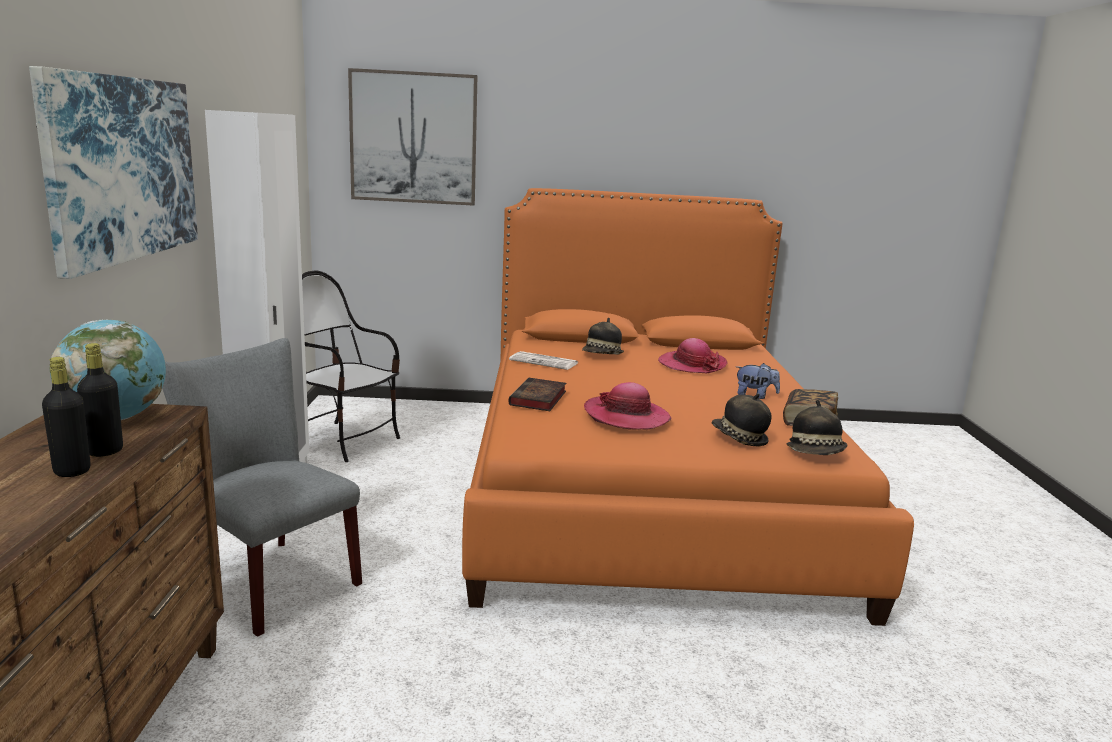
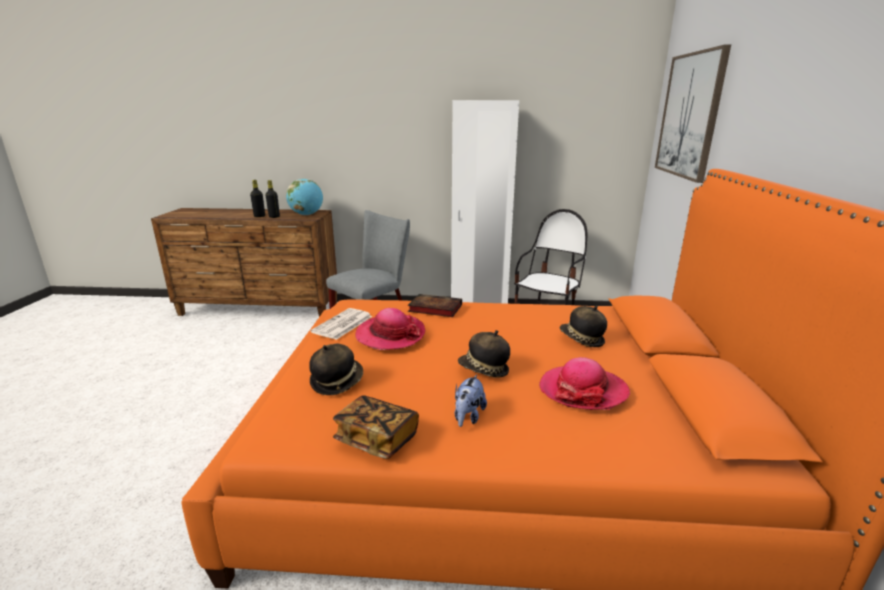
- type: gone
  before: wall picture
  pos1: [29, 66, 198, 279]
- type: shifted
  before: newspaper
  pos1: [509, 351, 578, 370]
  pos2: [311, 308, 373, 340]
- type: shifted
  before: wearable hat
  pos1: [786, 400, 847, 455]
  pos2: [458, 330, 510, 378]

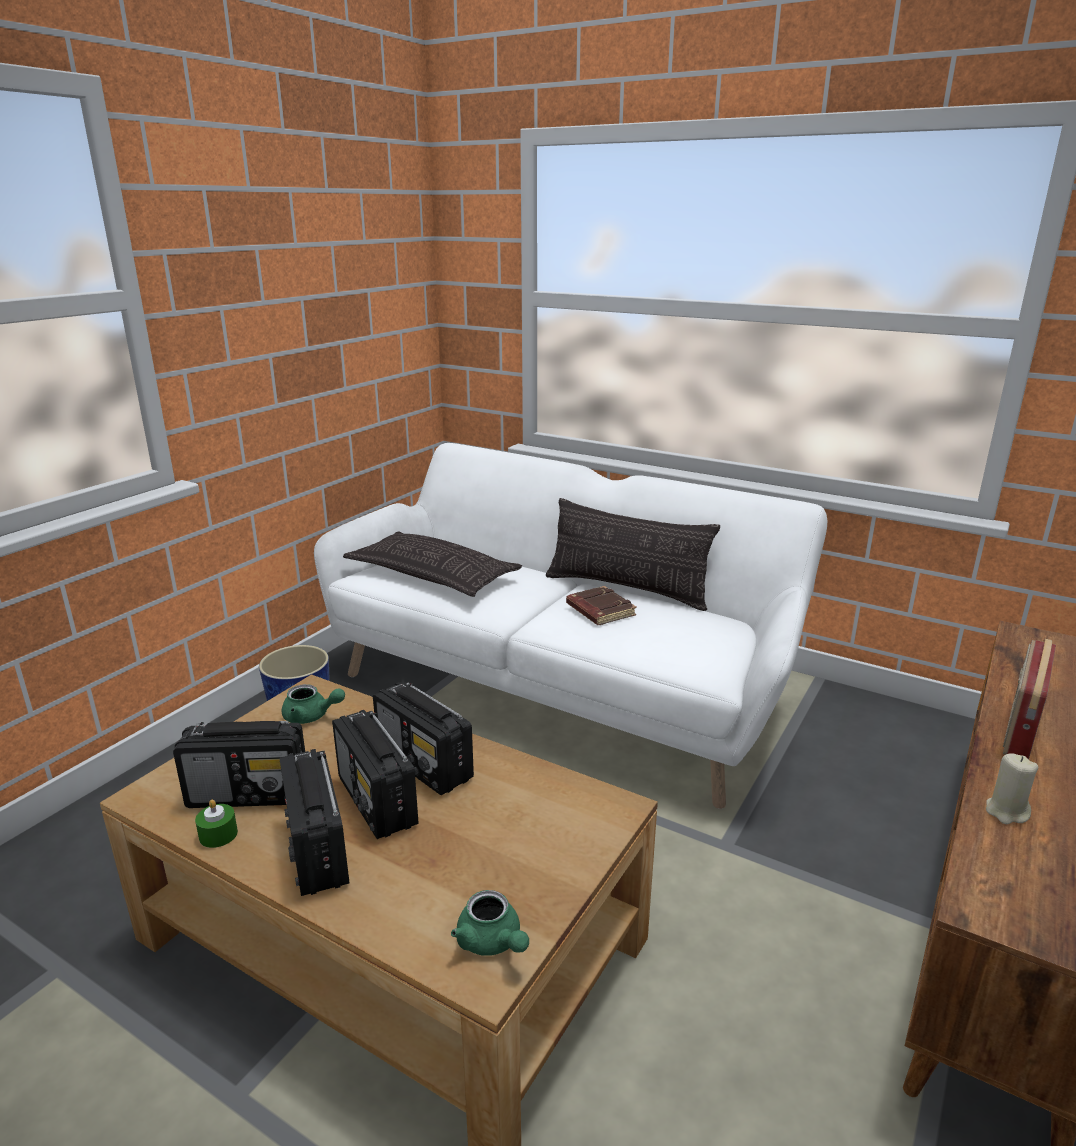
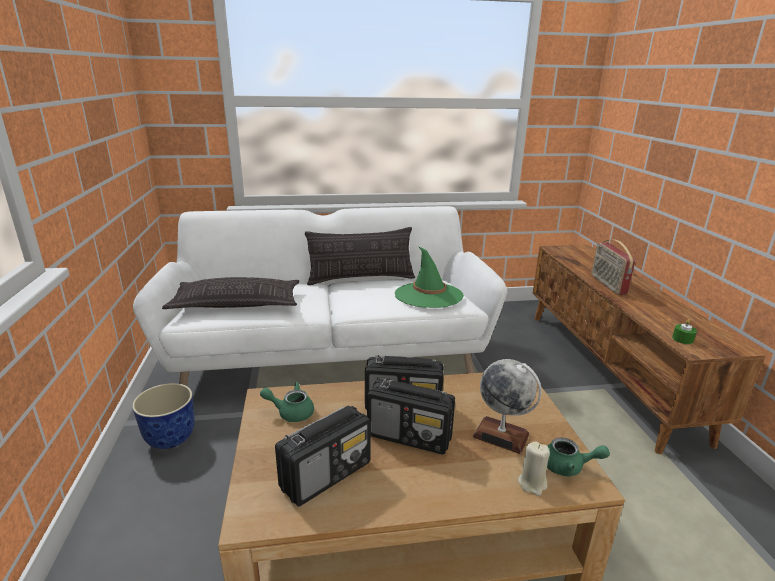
- type: gone
  before: brownish bound book
  pos1: [566, 586, 637, 625]
- type: rotated
  before: green pot for tea
  pos1: [281, 684, 345, 724]
  pos2: [260, 382, 314, 422]
  turn: -150
- type: gone
  before: radio receiver
  pos1: [279, 749, 349, 896]
- type: shifted
  before: beige wax light
  pos1: [986, 753, 1038, 824]
  pos2: [518, 441, 550, 496]
- type: shifted
  before: green wax light
  pos1: [195, 799, 238, 848]
  pos2: [672, 319, 697, 344]
- type: new
  after: green wearable hat
  pos2: [395, 246, 464, 308]
- type: new
  after: desk globe
  pos2: [473, 359, 542, 454]

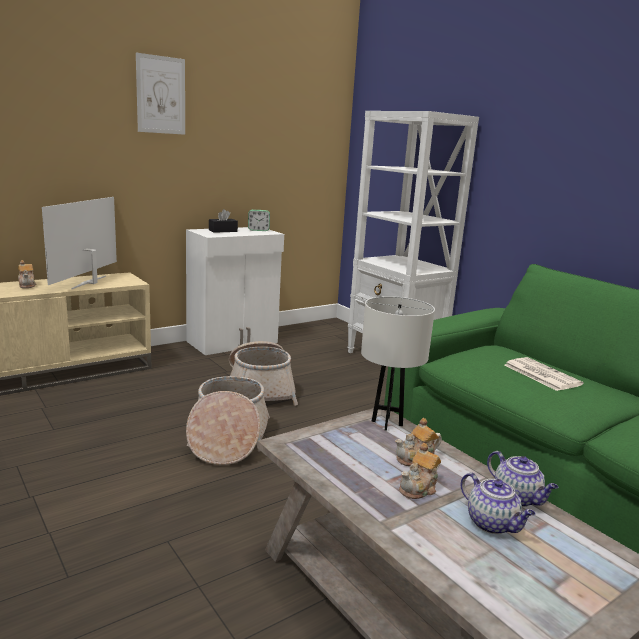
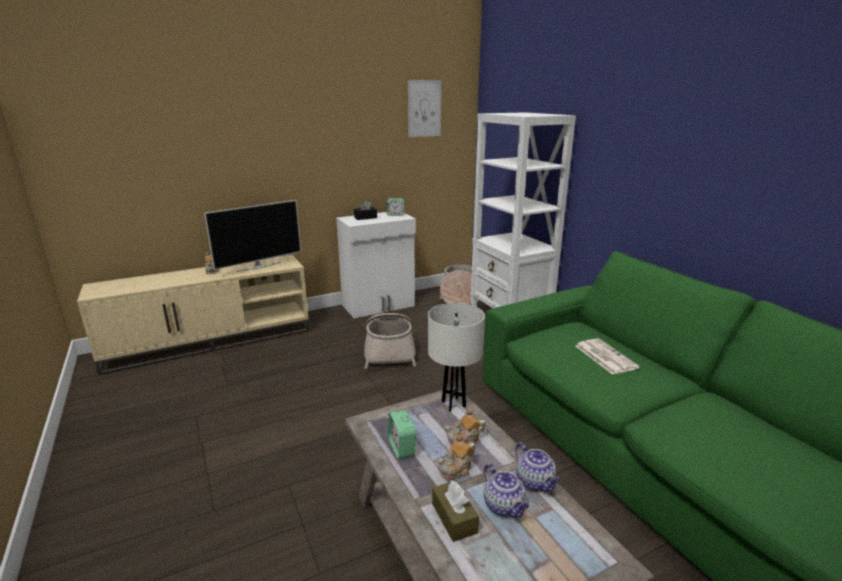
- type: shifted
  before: wall picture
  pos1: [136, 52, 185, 135]
  pos2: [408, 80, 441, 137]
- type: rotated
  before: TV set
  pos1: [42, 197, 117, 289]
  pos2: [204, 200, 301, 272]
  turn: -150
- type: shifted
  before: basket
  pos1: [186, 376, 270, 465]
  pos2: [440, 265, 479, 304]
- type: new
  after: alarm clock
  pos2: [388, 410, 416, 459]
- type: new
  after: brownish tissue holder
  pos2: [432, 480, 479, 542]

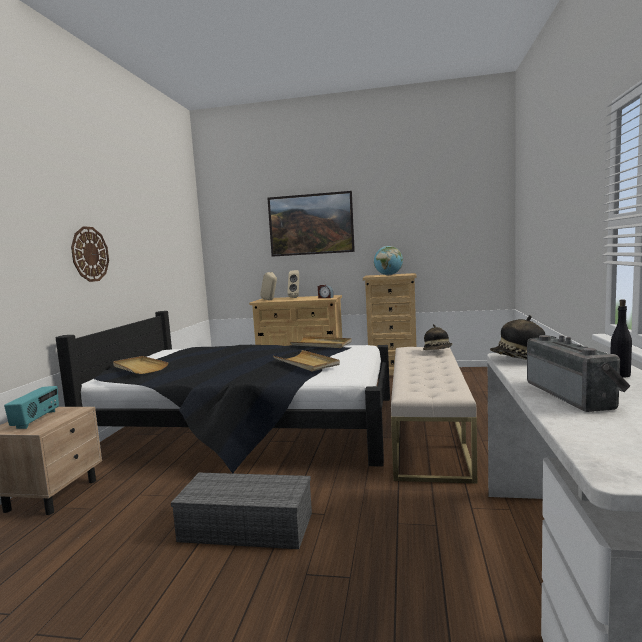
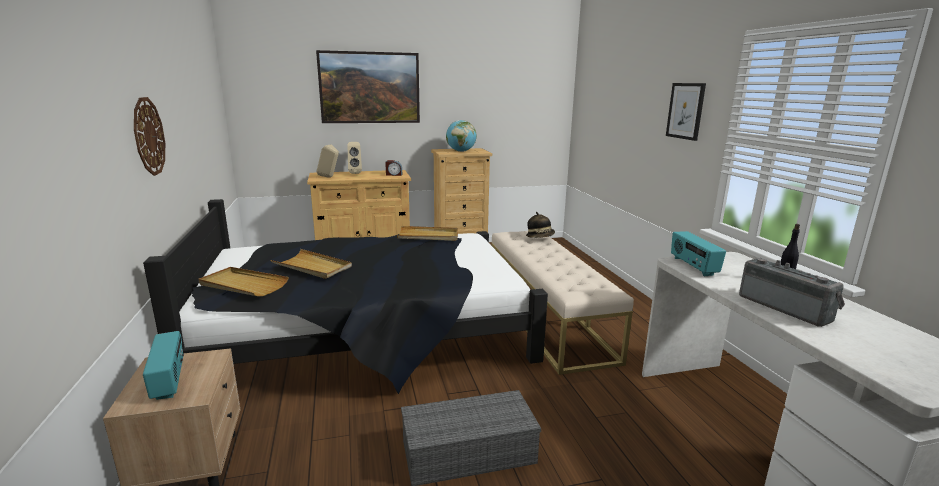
- type: swapped
  before: wearable hat
  after: radio receiver
  pos1: [490, 315, 545, 360]
  pos2: [671, 231, 726, 276]
- type: shifted
  before: beige tray
  pos1: [273, 350, 340, 372]
  pos2: [270, 249, 352, 279]
- type: new
  after: wall picture
  pos2: [666, 83, 706, 141]

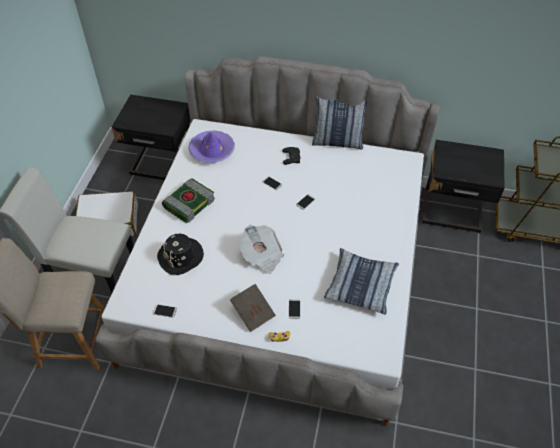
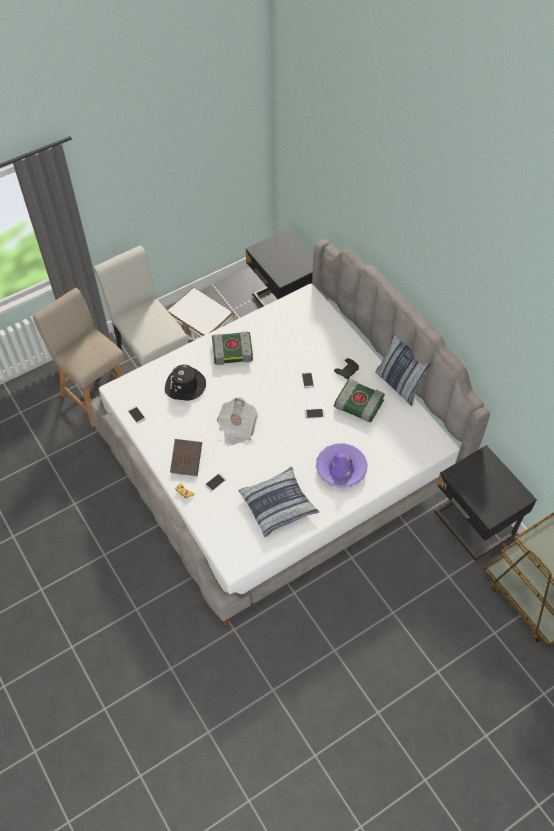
- type: shifted
  before: purple wearable hat
  pos1: [188, 130, 235, 163]
  pos2: [316, 443, 368, 488]
- type: new
  after: bound book
  pos2: [334, 379, 385, 422]

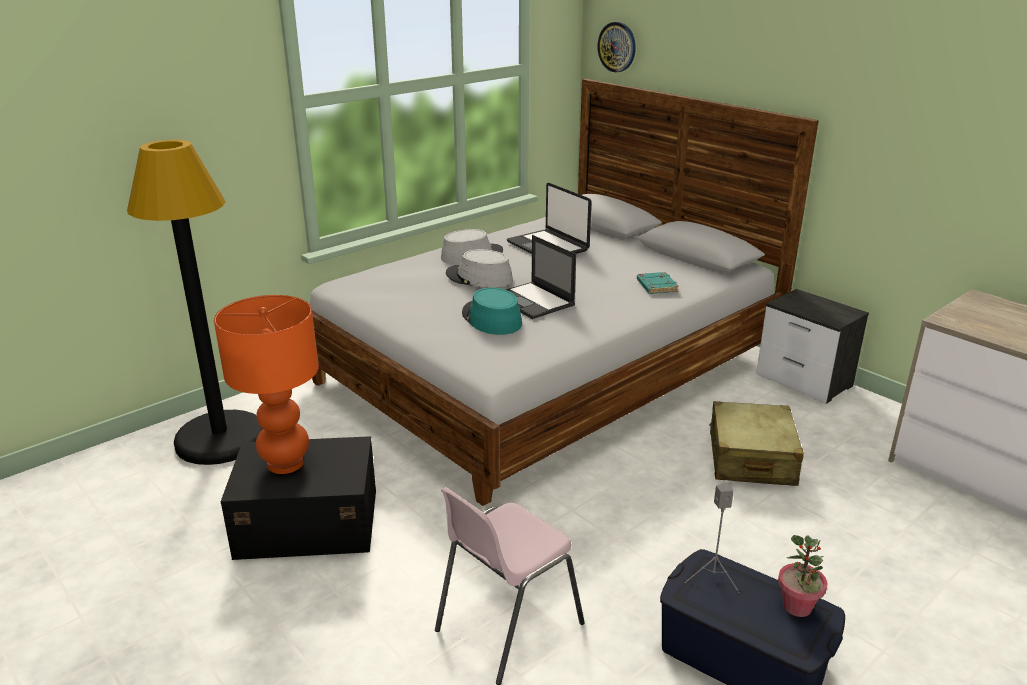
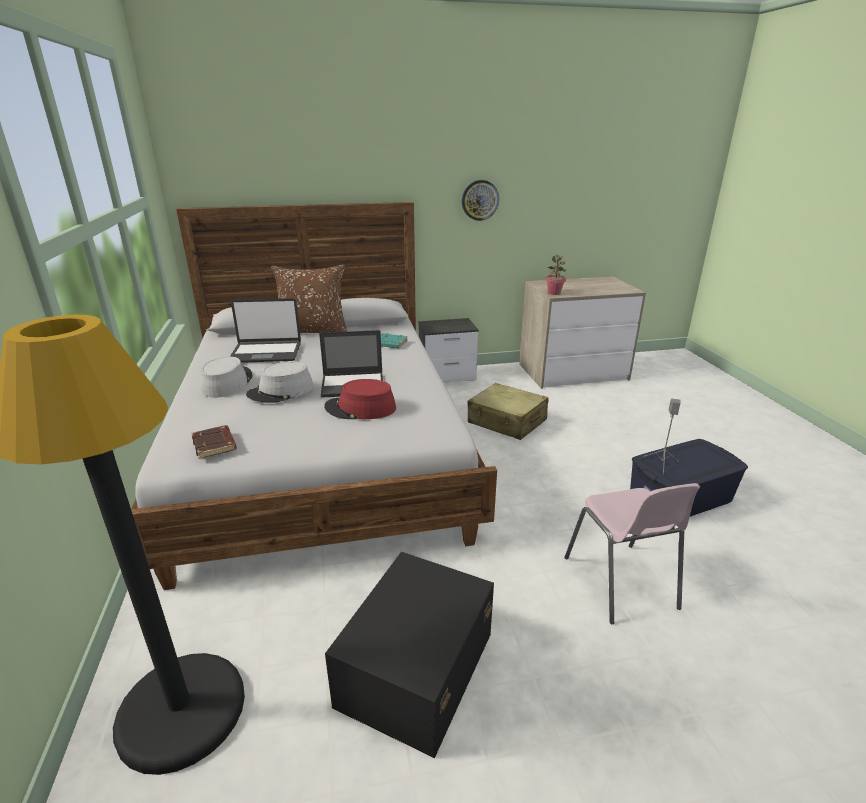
- type: shifted
  before: clock on the wall
  pos1: [597, 22, 636, 72]
  pos2: [462, 180, 499, 221]
- type: repainted
  before: blue-green wearable hat
  after: red-coloured wearable hat
  pos1: [462, 287, 522, 335]
  pos2: [324, 379, 396, 419]
- type: gone
  before: orange tabletop lamp
  pos1: [214, 295, 319, 474]
- type: shifted
  before: houseplant
  pos1: [778, 535, 828, 617]
  pos2: [545, 255, 567, 295]
- type: new
  after: brownish throw pillow
  pos2: [272, 264, 347, 333]
- type: new
  after: brownish bound book
  pos2: [192, 425, 237, 459]

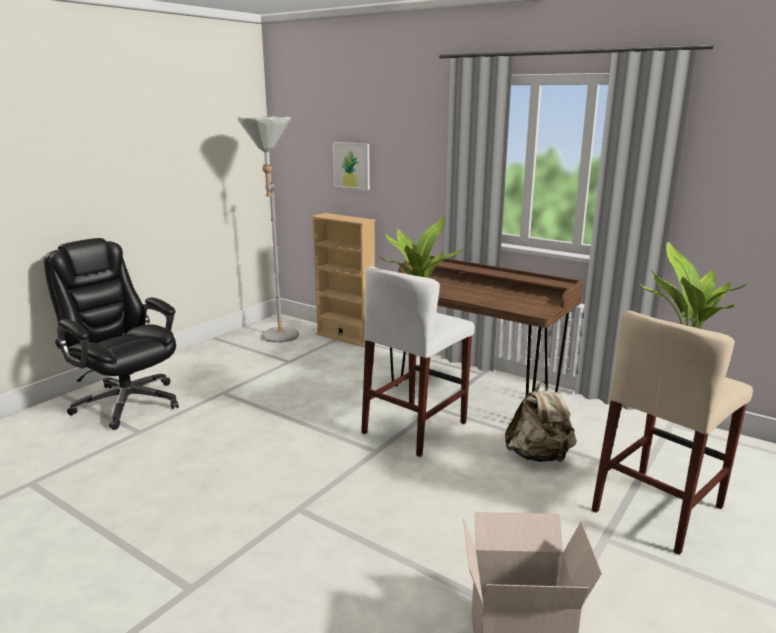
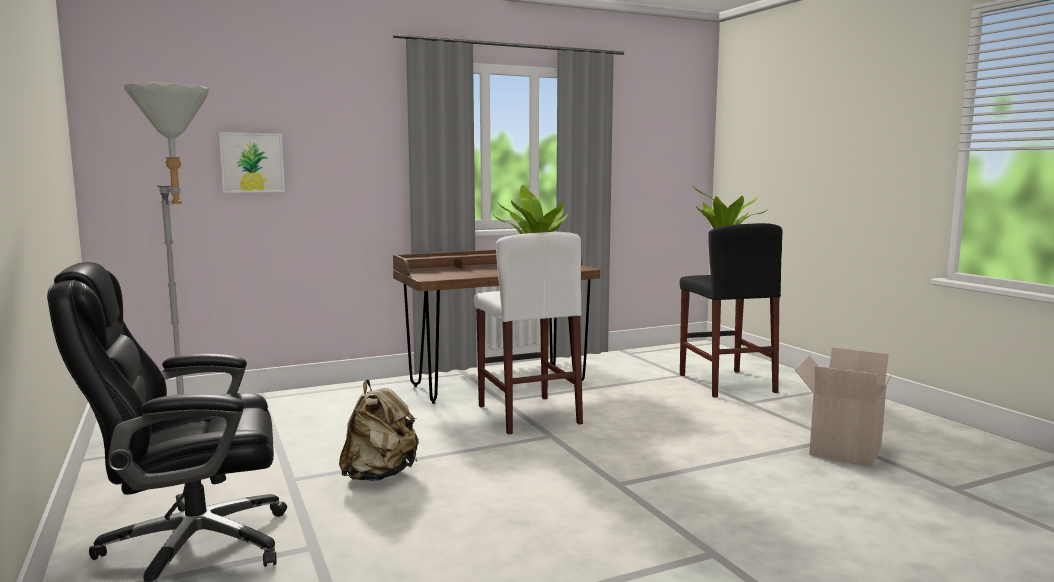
- type: gone
  before: beige bookcase
  pos1: [311, 213, 376, 347]
- type: repainted
  before: beige stool seat
  after: blackish stool seat
  pos1: [592, 310, 753, 555]
  pos2: [680, 223, 782, 398]
- type: shifted
  before: beige rucksack
  pos1: [505, 381, 577, 462]
  pos2: [339, 379, 419, 481]

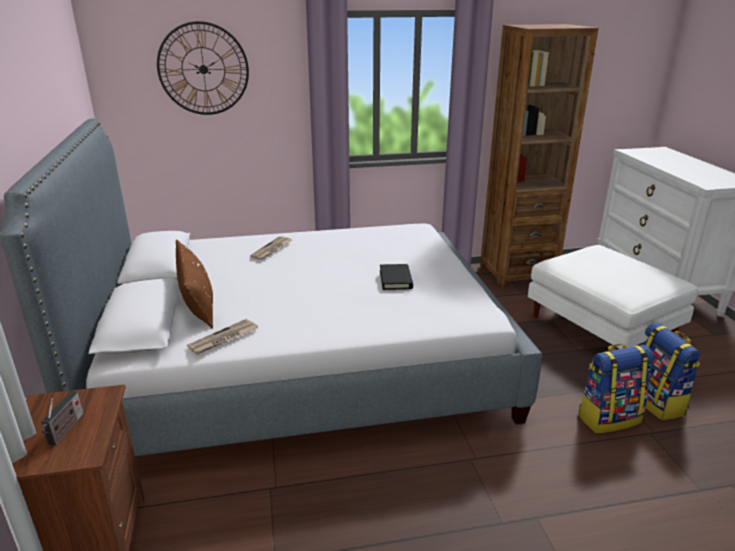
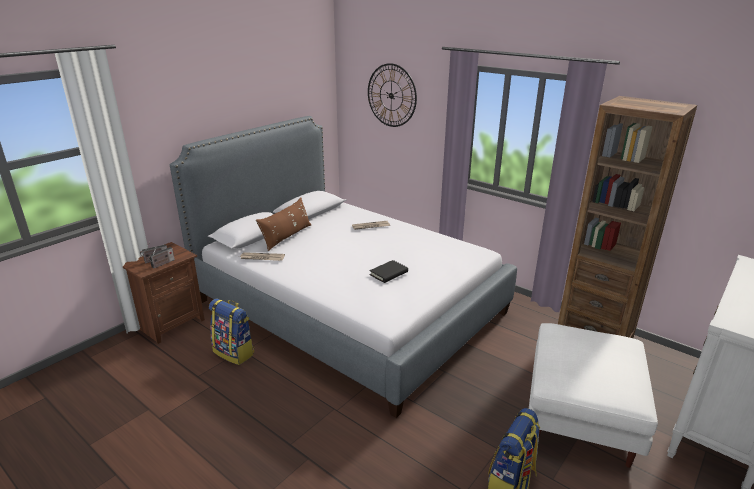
- type: shifted
  before: rucksack
  pos1: [578, 344, 654, 433]
  pos2: [209, 298, 254, 365]
- type: new
  after: radio receiver
  pos2: [148, 246, 175, 268]

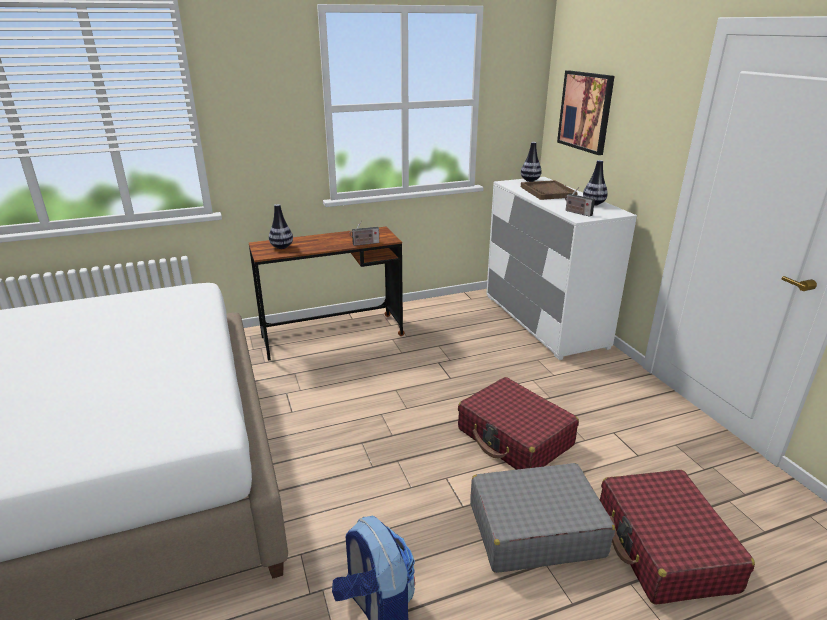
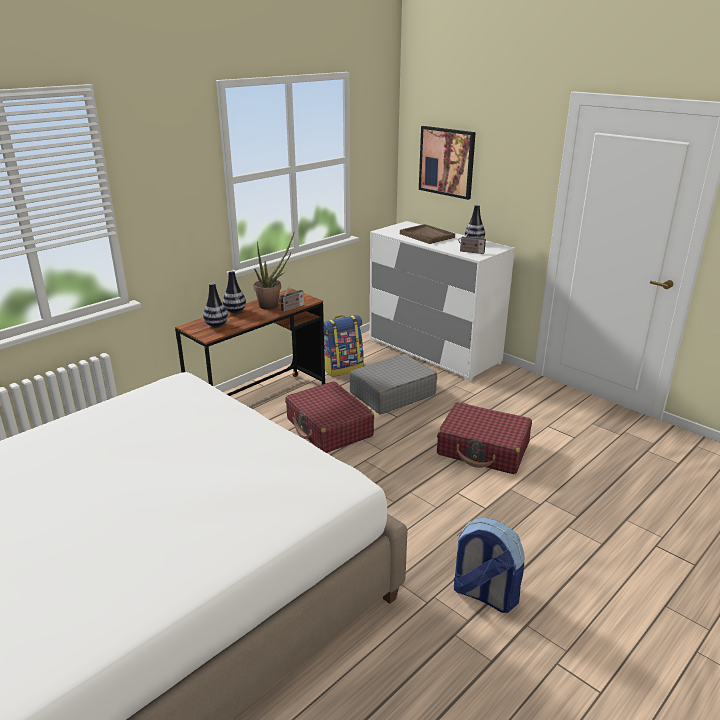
- type: shifted
  before: vase
  pos1: [521, 142, 542, 182]
  pos2: [223, 270, 246, 313]
- type: shifted
  before: greyish travel case
  pos1: [470, 463, 615, 573]
  pos2: [350, 354, 437, 414]
- type: shifted
  before: red-coloured travel case
  pos1: [600, 470, 755, 605]
  pos2: [285, 381, 374, 453]
- type: new
  after: houseplant
  pos2: [253, 233, 294, 310]
- type: new
  after: rucksack
  pos2: [324, 315, 364, 377]

